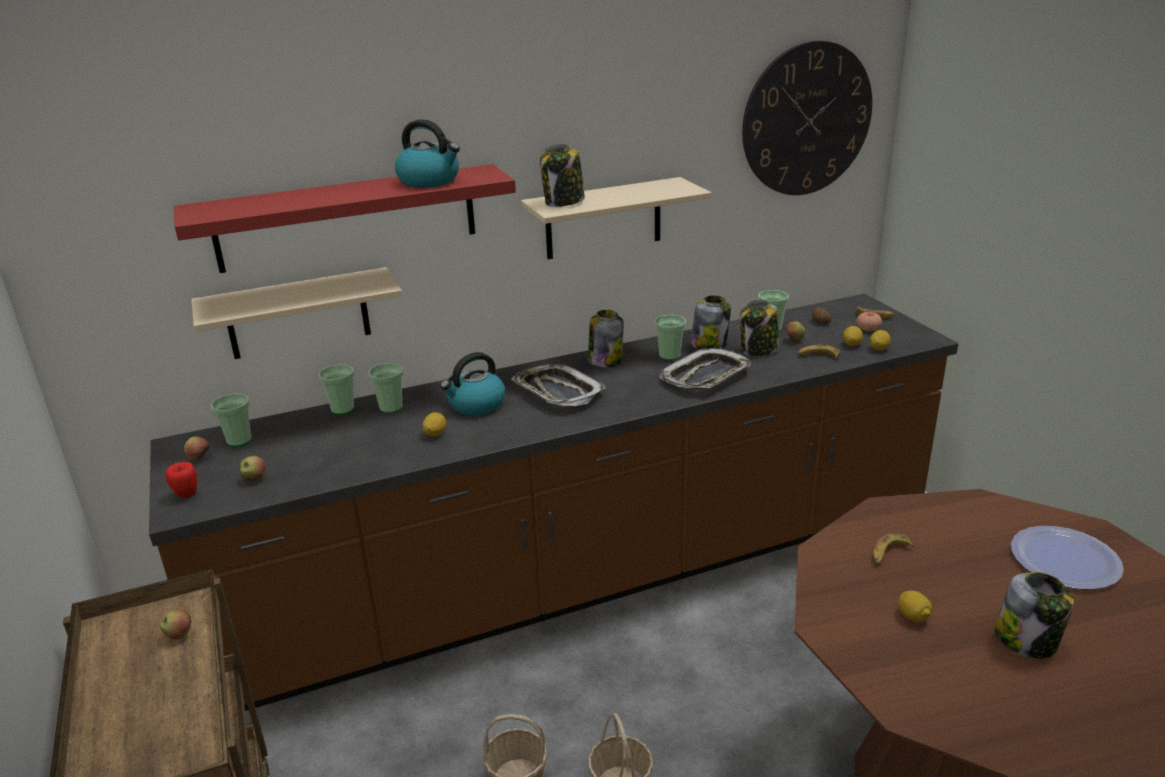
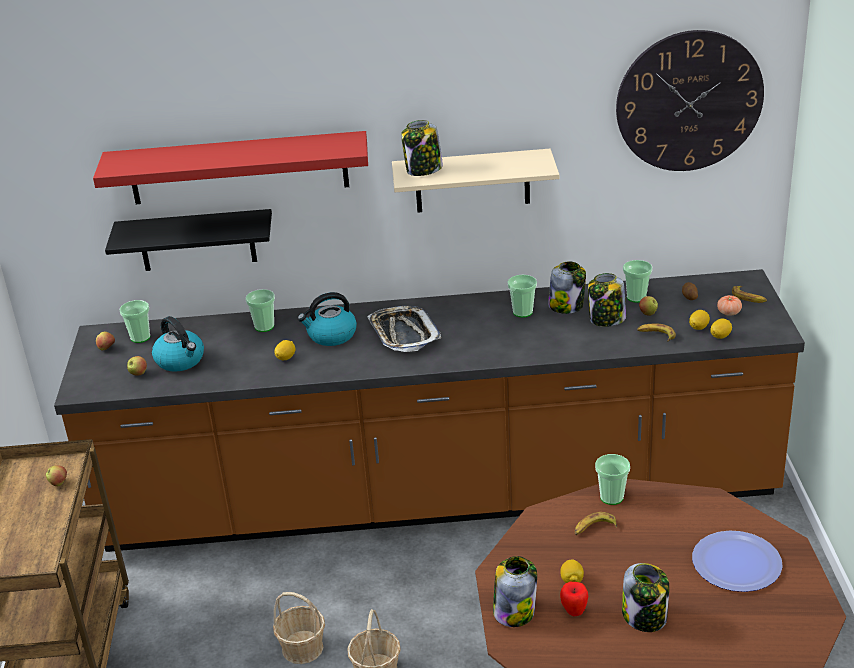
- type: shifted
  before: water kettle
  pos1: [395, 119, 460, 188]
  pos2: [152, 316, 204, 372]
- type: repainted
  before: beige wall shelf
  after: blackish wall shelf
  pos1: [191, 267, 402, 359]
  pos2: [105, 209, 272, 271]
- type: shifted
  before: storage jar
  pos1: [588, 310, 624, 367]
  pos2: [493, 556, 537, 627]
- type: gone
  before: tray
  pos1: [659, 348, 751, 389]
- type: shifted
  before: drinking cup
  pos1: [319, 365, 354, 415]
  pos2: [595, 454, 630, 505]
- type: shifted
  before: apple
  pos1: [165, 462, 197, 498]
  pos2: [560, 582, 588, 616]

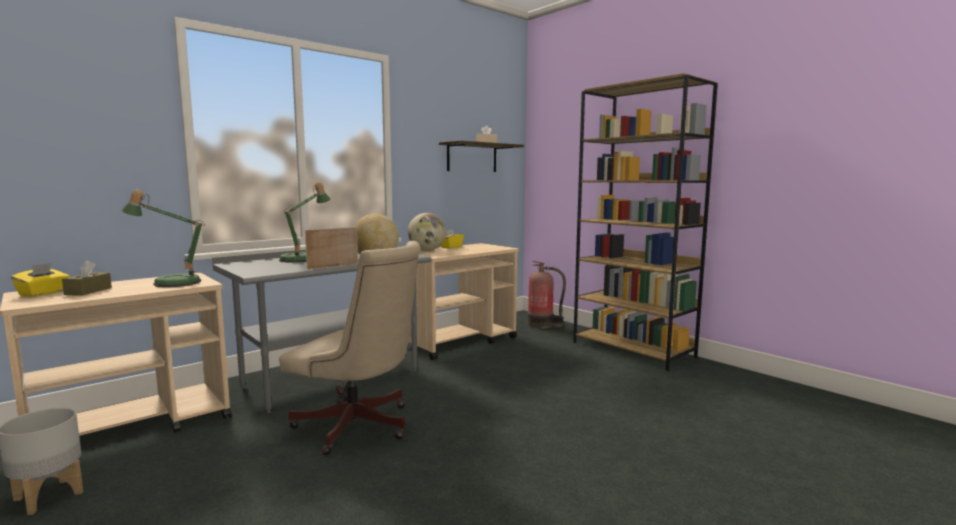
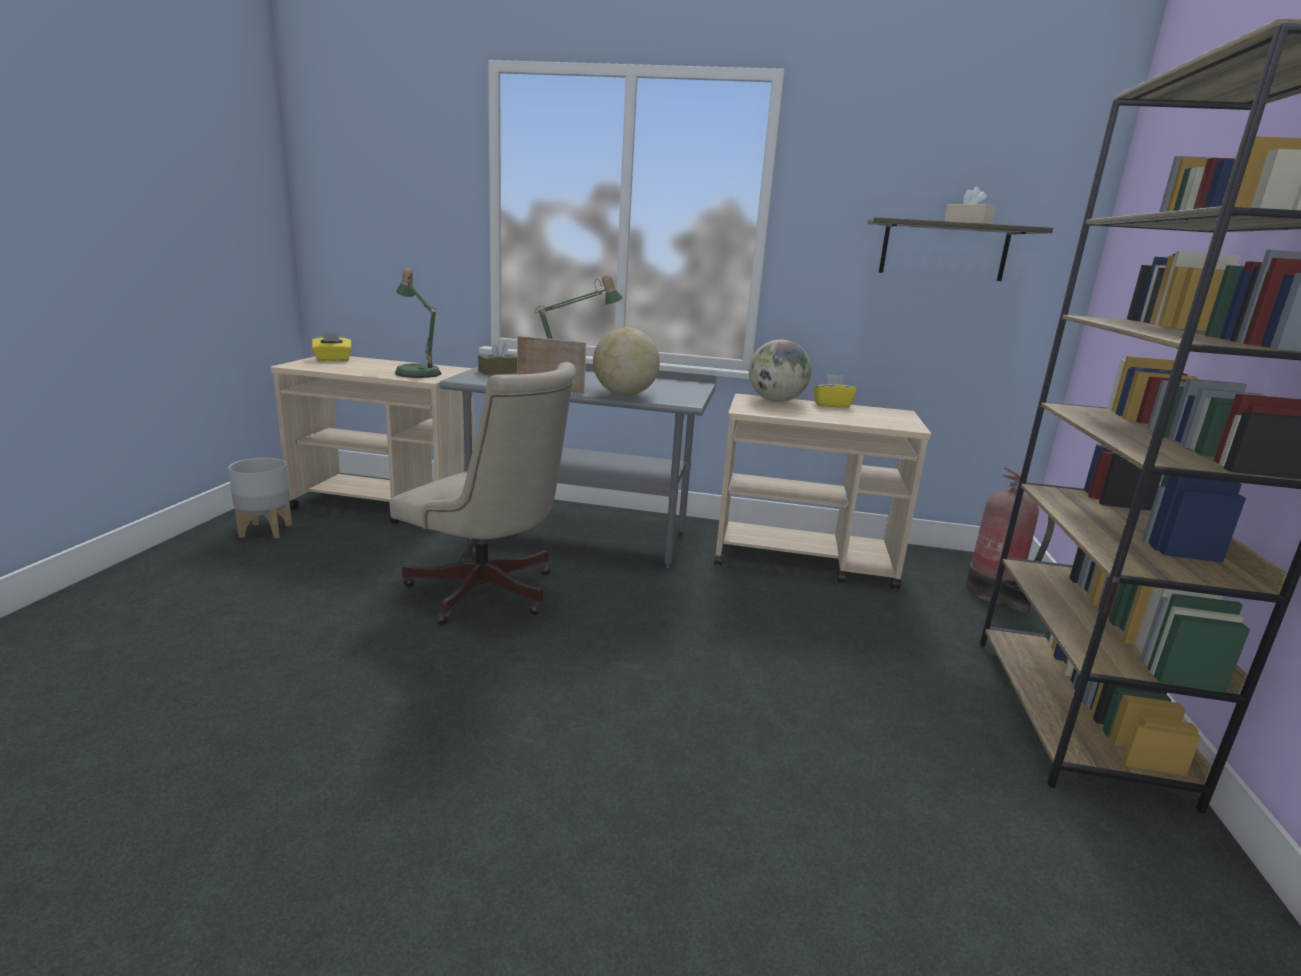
- type: rotated
  before: beige desk chair
  pos1: [279, 241, 421, 455]
  pos2: [389, 362, 576, 625]
  turn: -45
- type: shifted
  before: brownish tissue holder
  pos1: [62, 260, 112, 296]
  pos2: [478, 341, 517, 375]

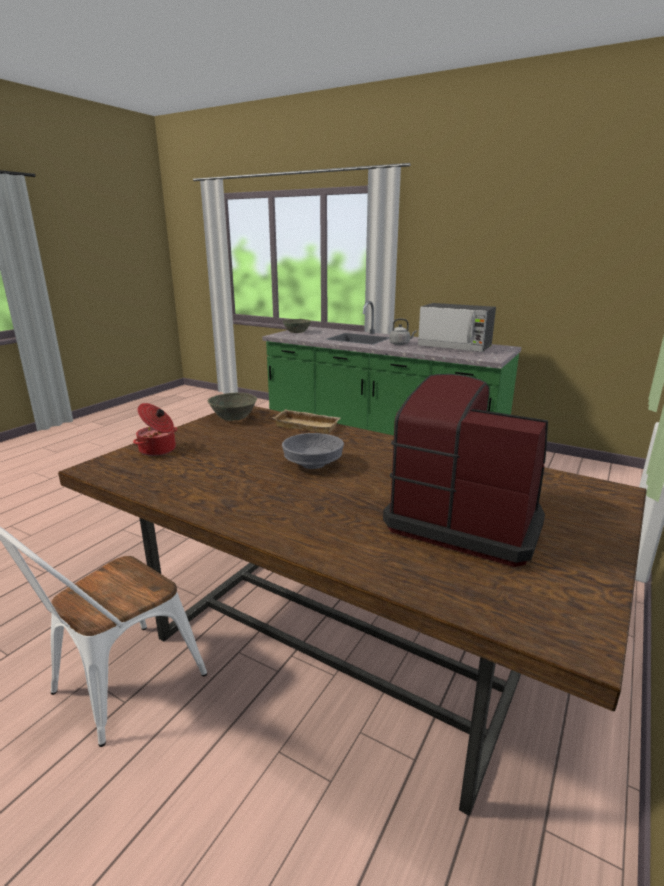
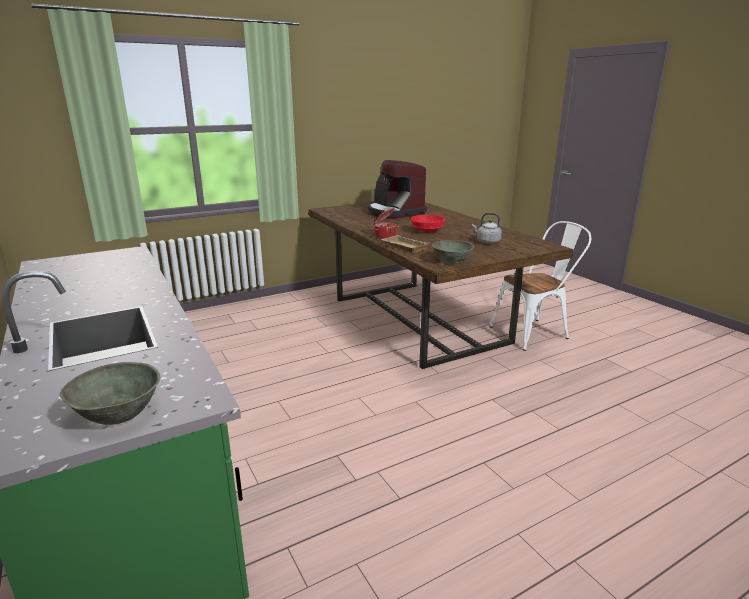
- type: gone
  before: microwave
  pos1: [418, 303, 496, 352]
- type: shifted
  before: greyish water kettle
  pos1: [389, 319, 417, 345]
  pos2: [472, 213, 502, 244]
- type: shifted
  before: cooking pot
  pos1: [133, 403, 177, 456]
  pos2: [371, 208, 399, 239]
- type: repainted
  before: greyish serving bowl
  after: red-coloured serving bowl
  pos1: [282, 433, 344, 469]
  pos2: [411, 214, 446, 233]

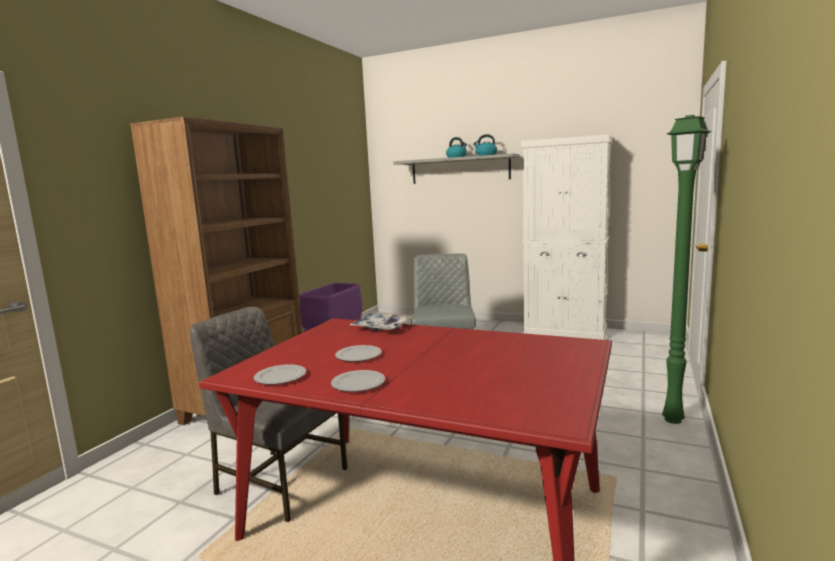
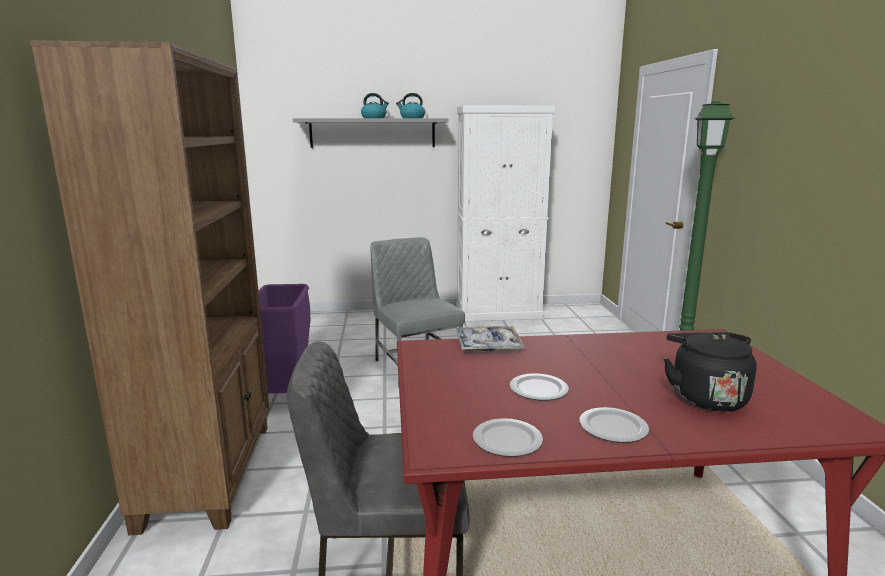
- type: new
  after: blackish water kettle
  pos2: [664, 332, 757, 411]

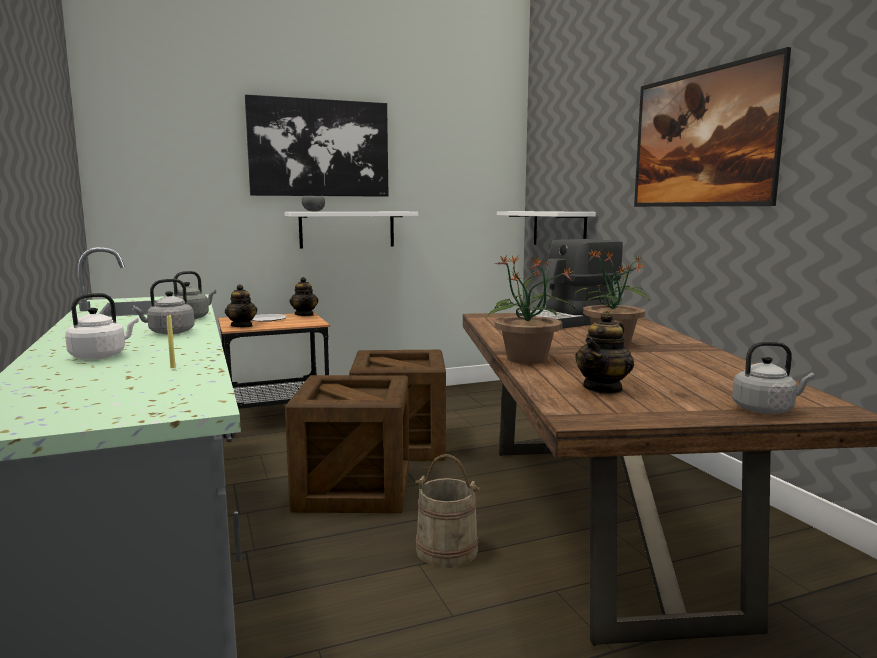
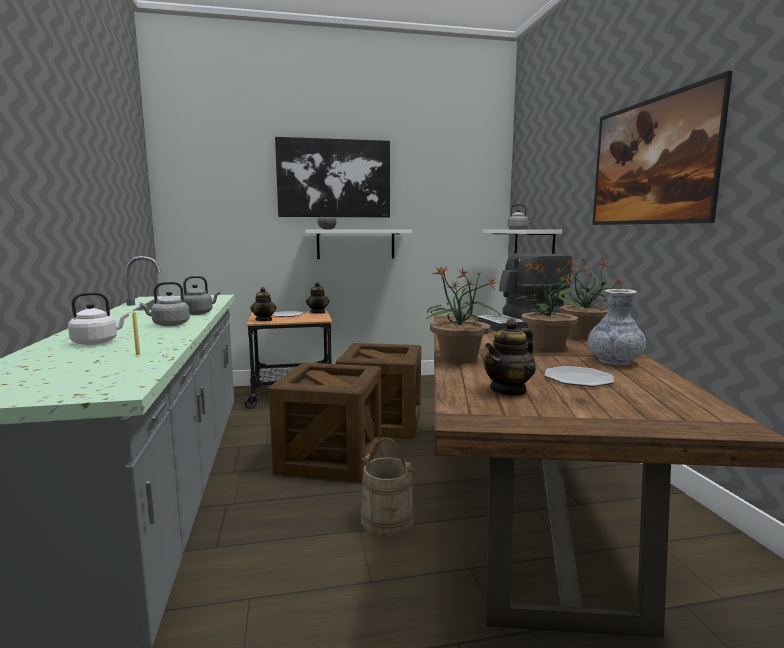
- type: shifted
  before: greyish water kettle
  pos1: [732, 341, 815, 414]
  pos2: [507, 204, 535, 230]
- type: new
  after: houseplant
  pos2: [553, 258, 622, 340]
- type: new
  after: vase
  pos2: [588, 289, 646, 365]
- type: new
  after: plate
  pos2: [545, 366, 614, 387]

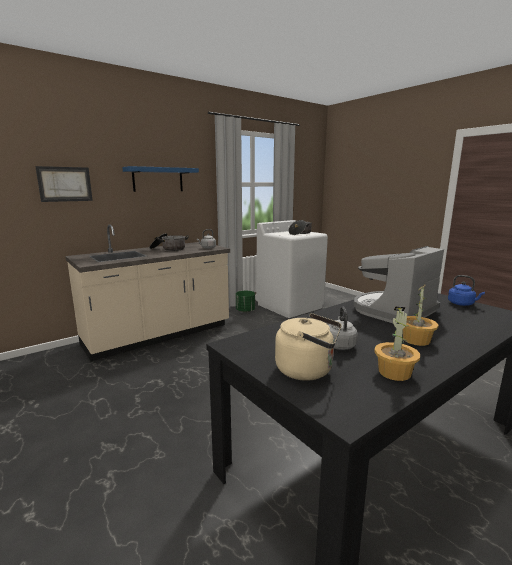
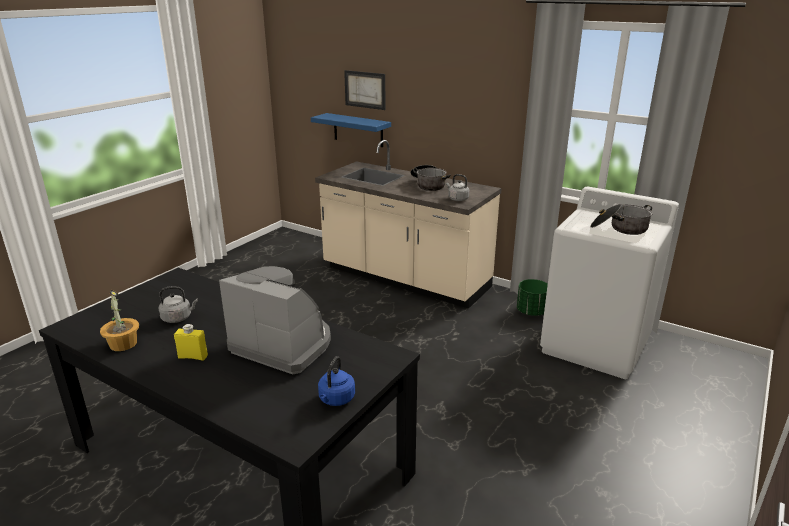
- type: shifted
  before: blue wall shelf
  pos1: [122, 166, 199, 192]
  pos2: [311, 113, 391, 147]
- type: swapped
  before: houseplant
  after: yellow beverage bottle
  pos1: [403, 284, 439, 346]
  pos2: [174, 324, 208, 361]
- type: gone
  before: beige water kettle
  pos1: [275, 313, 342, 381]

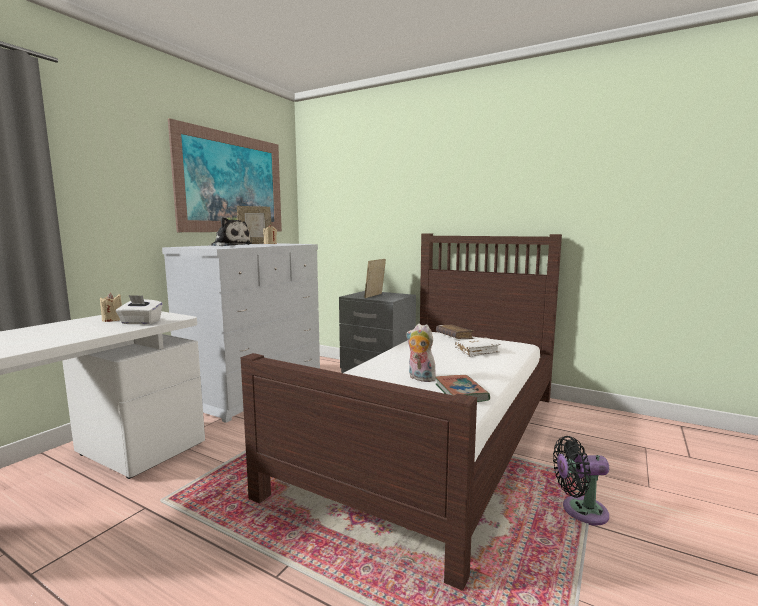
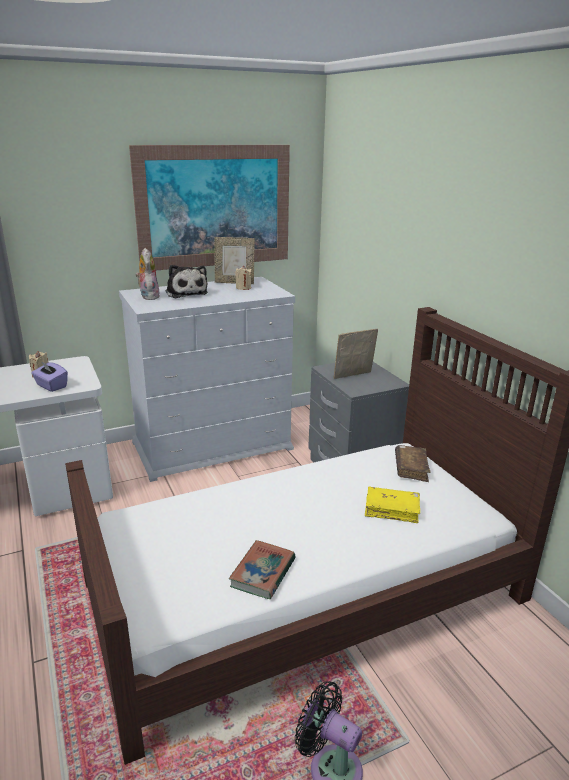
- type: repainted
  before: whitish tissue holder
  after: purple tissue holder
  pos1: [116, 295, 163, 324]
  pos2: [31, 360, 68, 392]
- type: shifted
  before: cuddly toy
  pos1: [406, 324, 436, 382]
  pos2: [135, 248, 159, 300]
- type: repainted
  before: whitish bound book
  after: yellow bound book
  pos1: [455, 337, 501, 357]
  pos2: [365, 487, 420, 523]

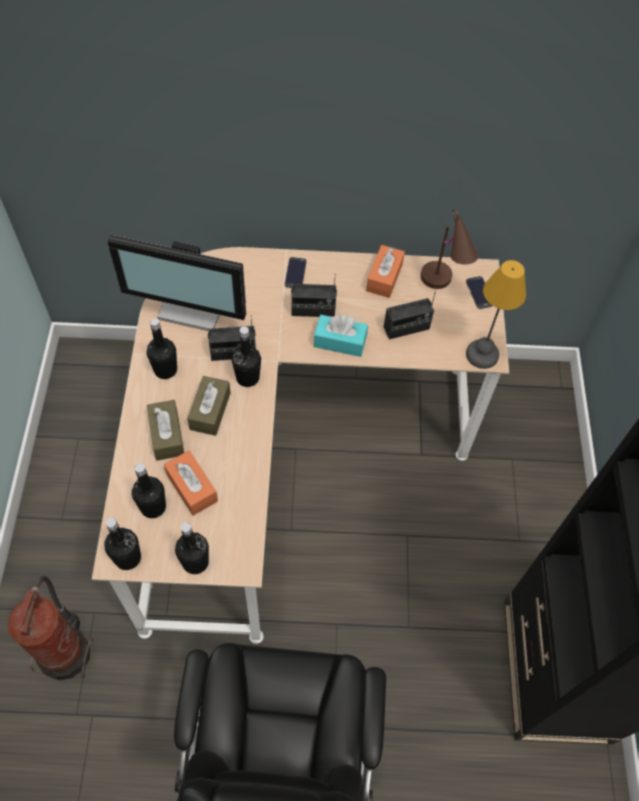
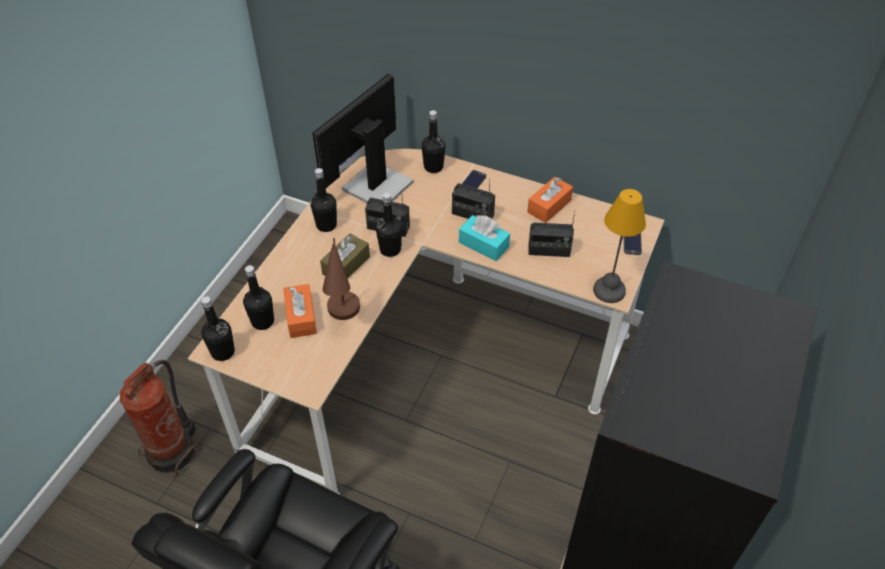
- type: shifted
  before: brownish tabletop lamp
  pos1: [421, 209, 478, 289]
  pos2: [323, 238, 360, 320]
- type: rotated
  before: computer display
  pos1: [107, 235, 246, 331]
  pos2: [312, 74, 414, 203]
  turn: 90
- type: gone
  before: brownish tissue holder
  pos1: [147, 400, 184, 461]
- type: shifted
  before: blackish beverage bottle
  pos1: [175, 522, 209, 574]
  pos2: [421, 110, 446, 173]

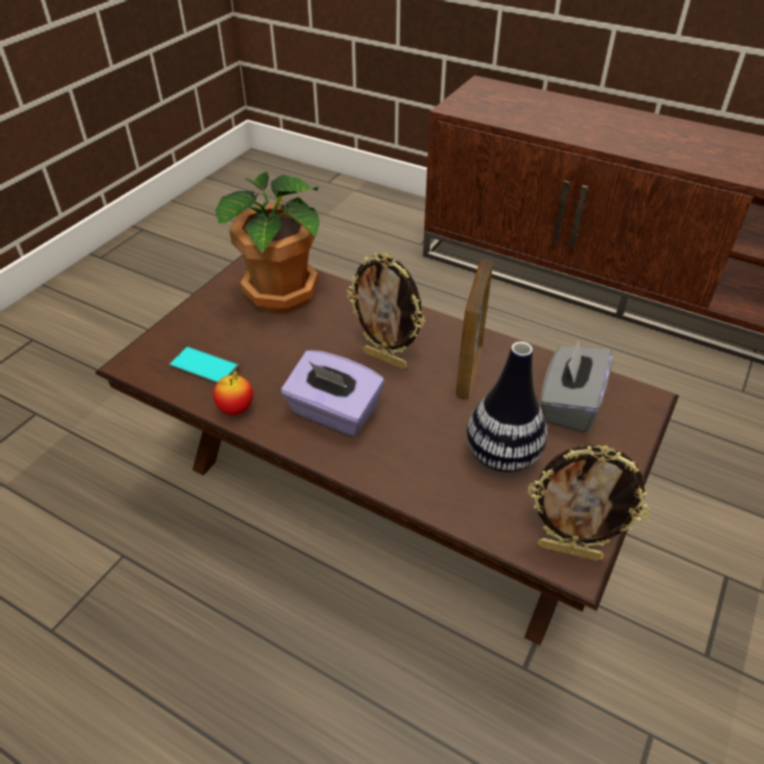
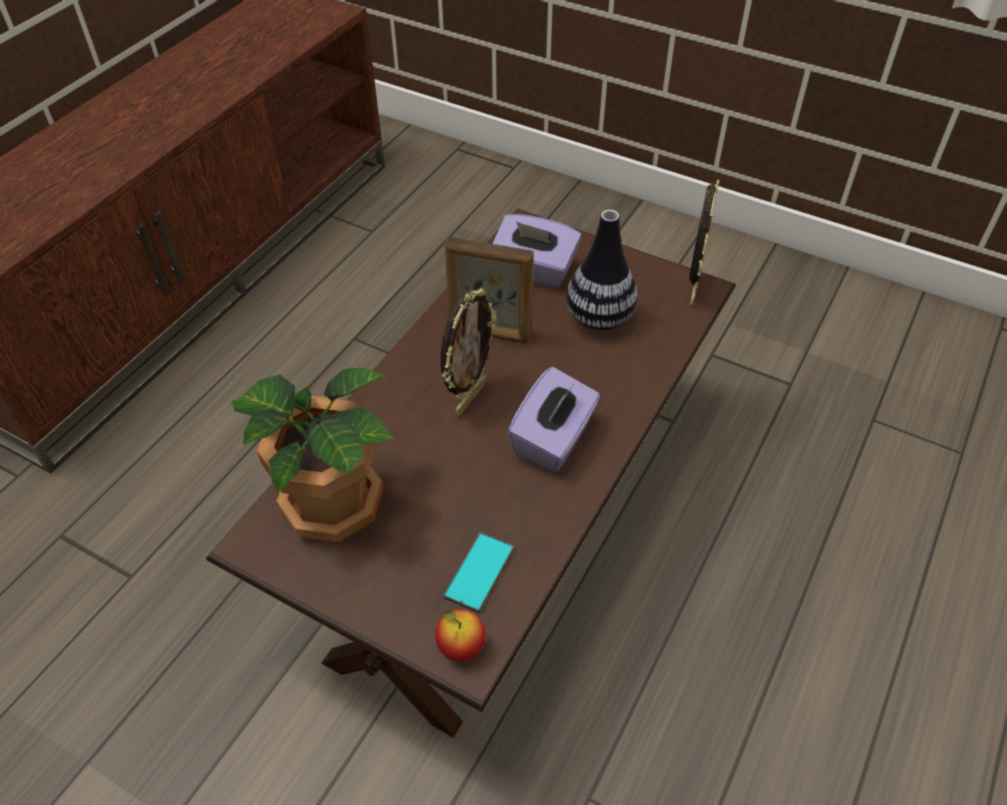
- type: repainted
  before: greyish tissue holder
  after: purple tissue holder
  pos1: [540, 340, 613, 433]
  pos2: [492, 214, 581, 288]
- type: shifted
  before: apple
  pos1: [213, 369, 253, 415]
  pos2: [435, 610, 486, 662]

